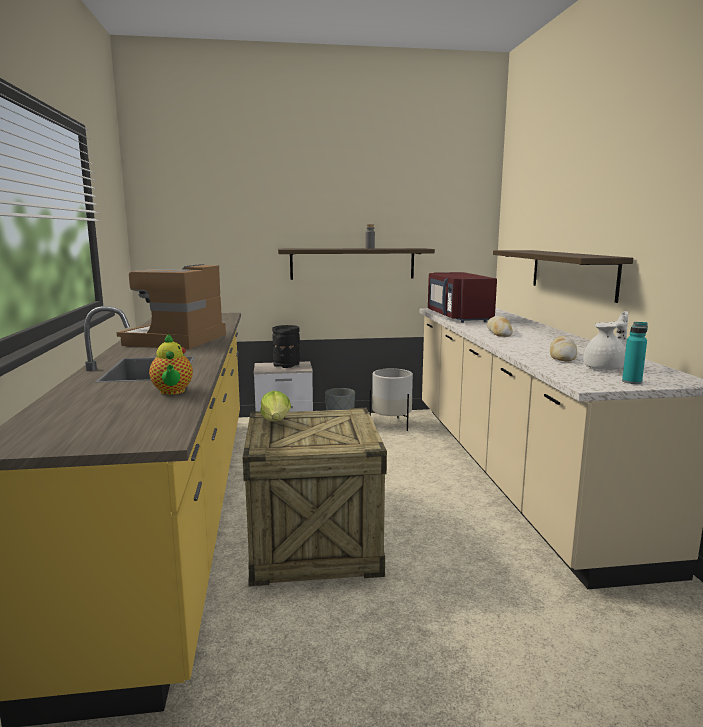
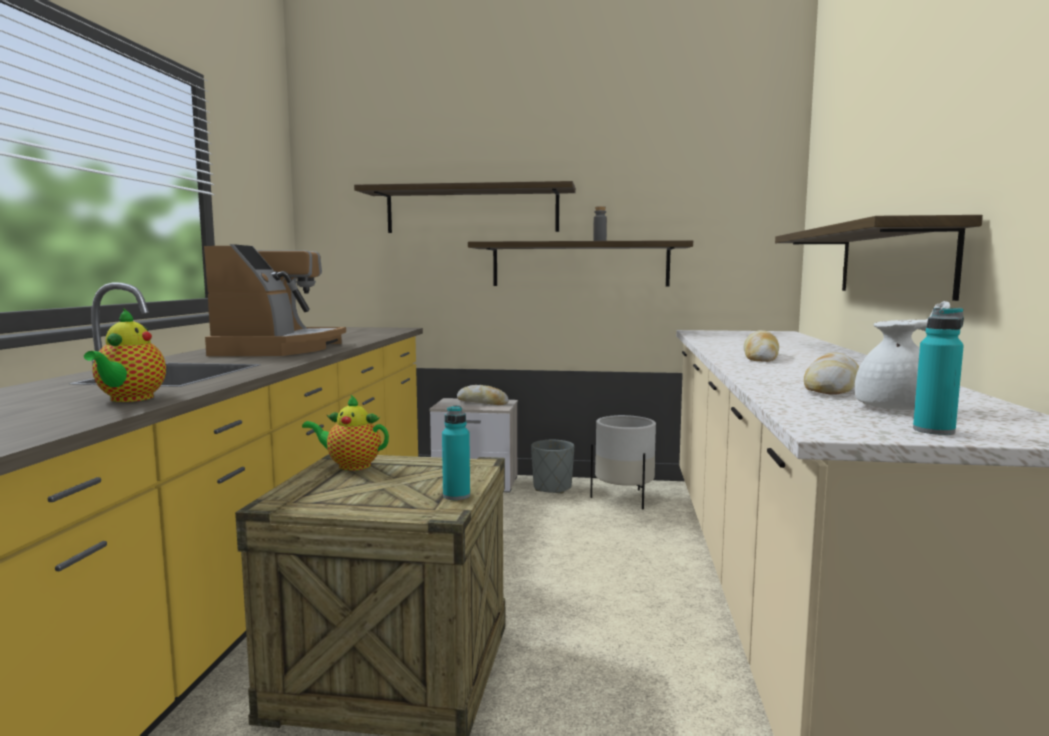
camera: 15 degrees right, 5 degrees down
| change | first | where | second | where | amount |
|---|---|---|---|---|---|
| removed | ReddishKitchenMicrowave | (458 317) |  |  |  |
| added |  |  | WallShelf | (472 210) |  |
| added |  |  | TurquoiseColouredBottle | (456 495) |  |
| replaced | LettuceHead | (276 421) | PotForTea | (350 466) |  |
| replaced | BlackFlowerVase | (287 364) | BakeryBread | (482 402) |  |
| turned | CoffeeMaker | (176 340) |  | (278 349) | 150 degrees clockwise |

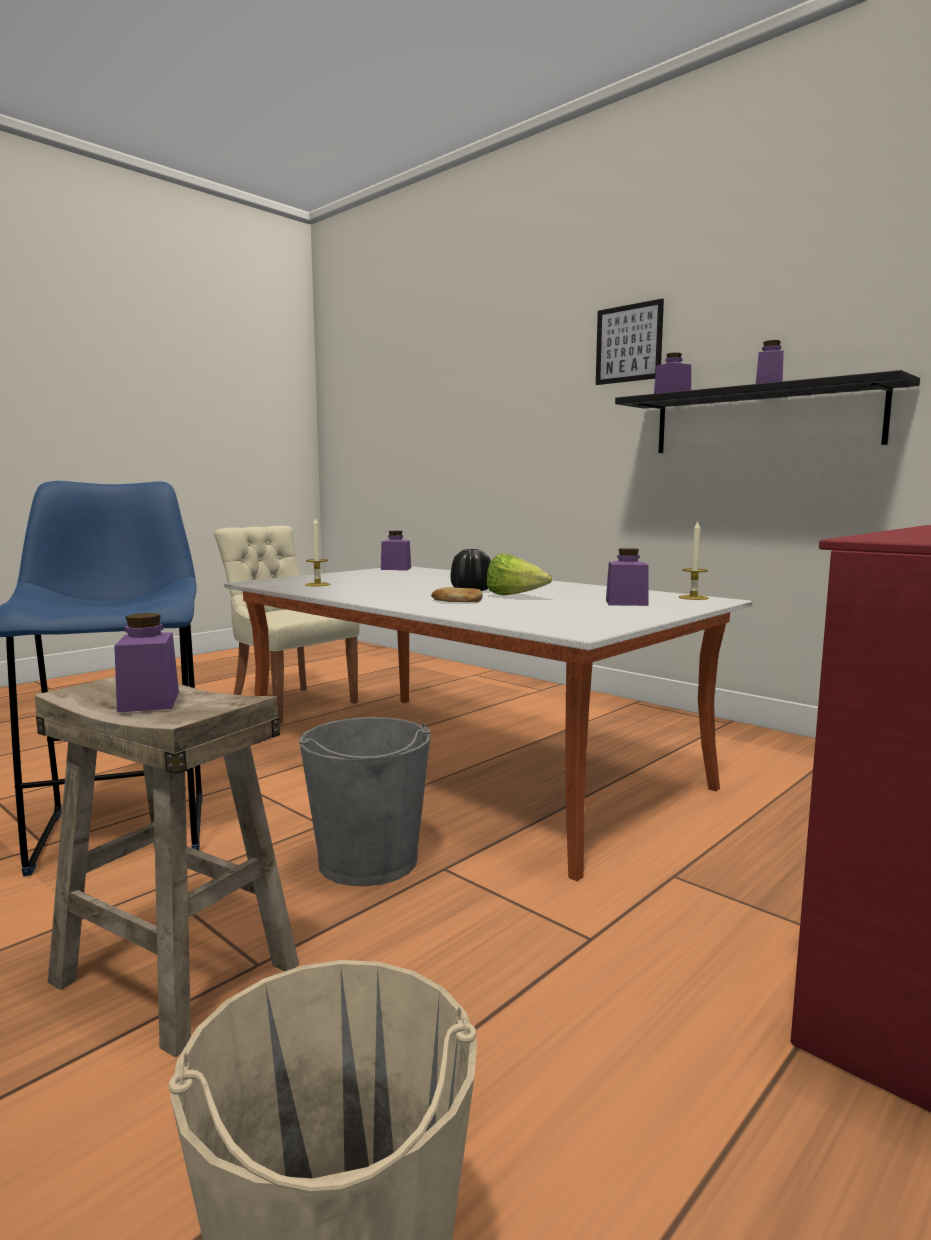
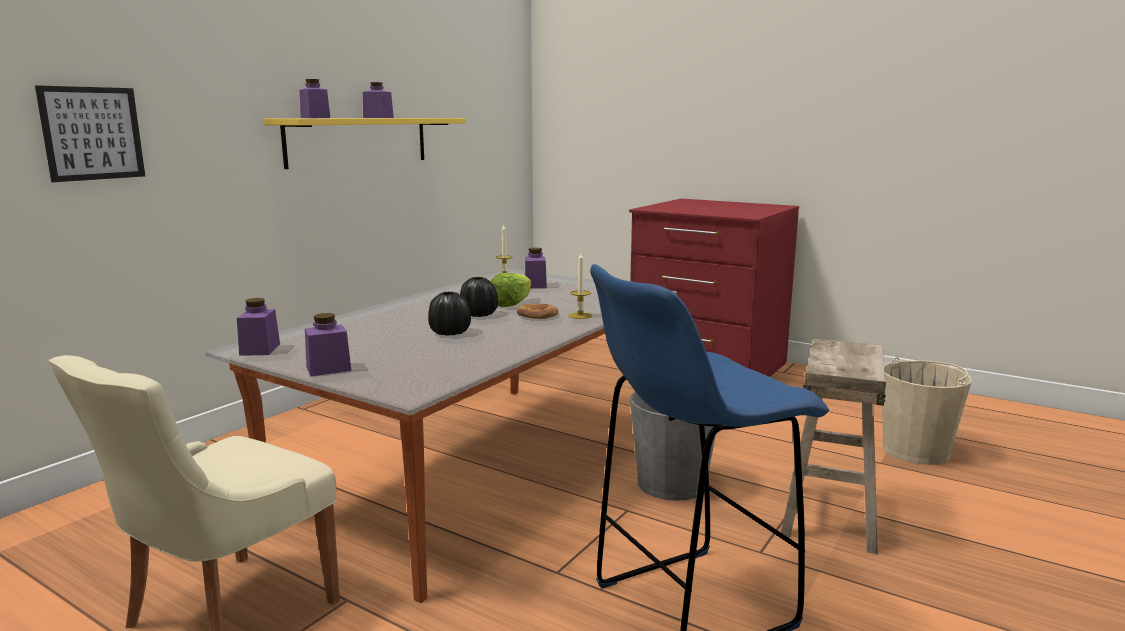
camera: 100 degrees left, 5 degrees up
| change | first | where | second | where | amount |
|---|---|---|---|---|---|
| added |  |  | BlackFlowerVase | (449 332) |  |
| moved | PurplishJar | (149 701) |  | (328 369) |  |
| moved | WaxCandle | (317 584) |  | (580 316) |  |
| moved | WallPicture | (629 343) |  | (92 133) |  |
| recoloured | BlackWallShelf | (763 420) | YellowColouredWallShelf | (359 141) |  |

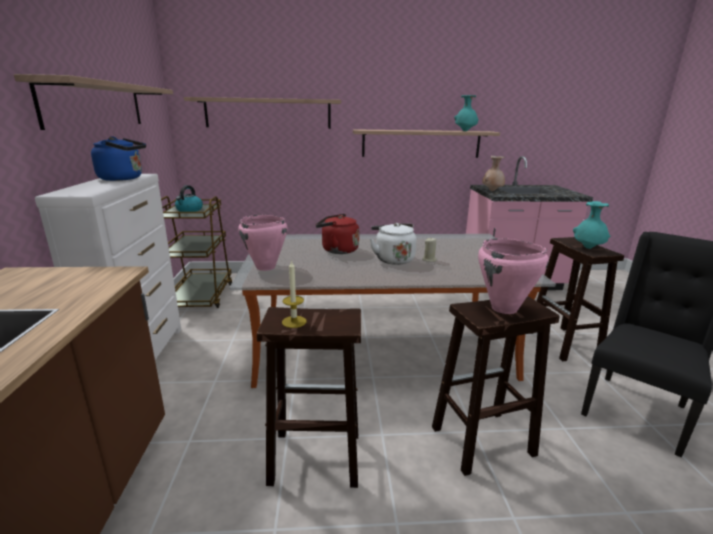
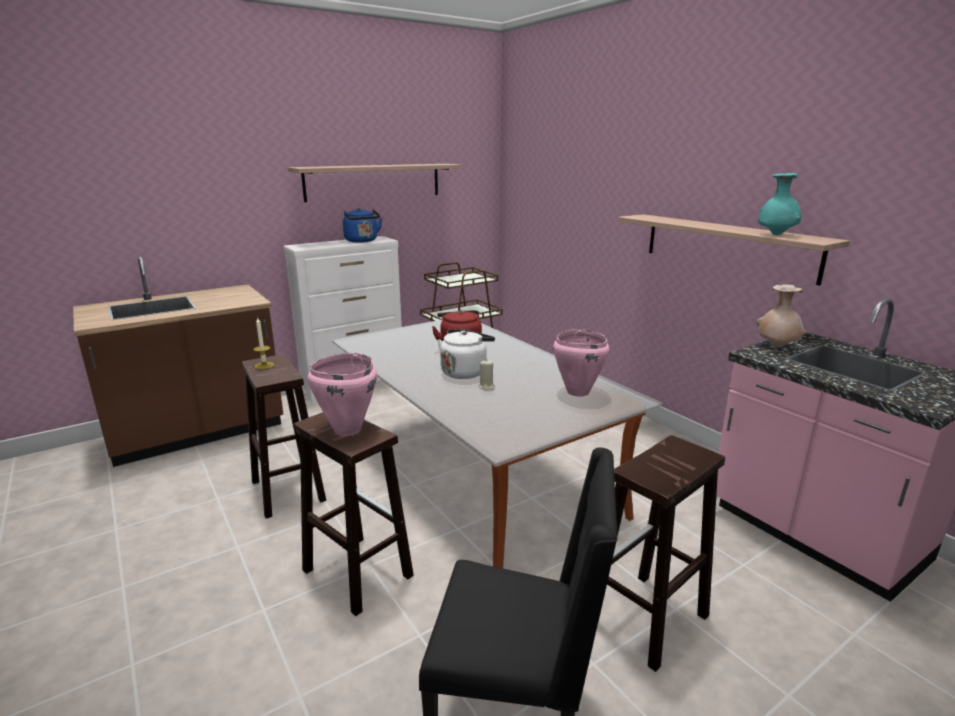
camera: 60 degrees right, 0 degrees up
| change | first | where | second | where | amount |
|---|---|---|---|---|---|
| removed | WaterKettle | (189 210) |  |  |  |
| removed | WallShelf | (268 113) |  |  |  |
| removed | TurquoiseColouredFlowerVase | (588 248) |  |  |  |
| moved | PinkStockpot | (265 267) |  | (577 392) |  |

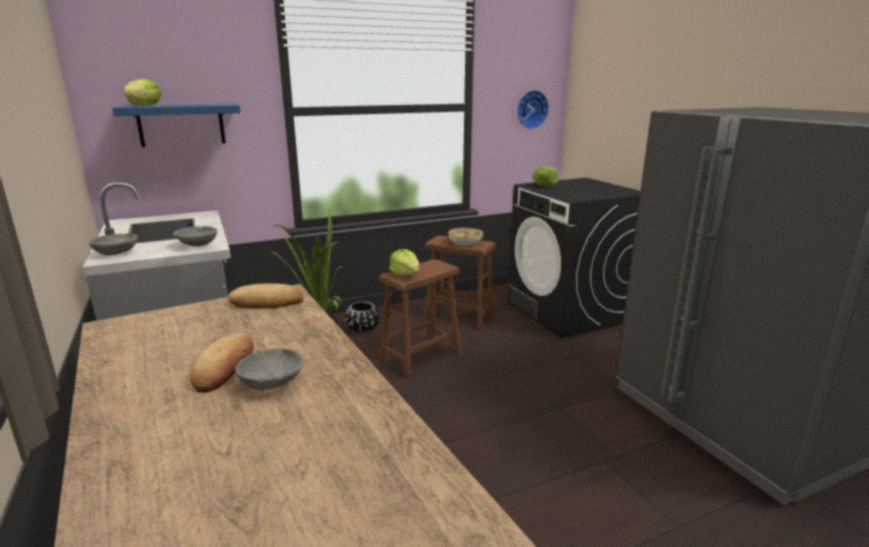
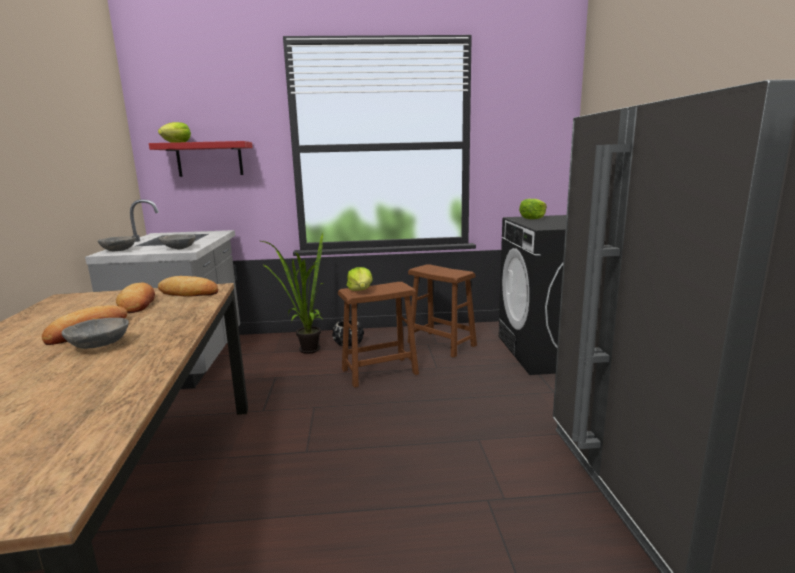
camera: 20 degrees right, 5 degrees down
| change | first | where | second | where | amount |
|---|---|---|---|---|---|
| removed | Bowl | (465 242) |  |  |  |
| removed | WallClock | (531 109) |  |  |  |
| added |  |  | BakeryBread | (138 303) |  |
| recoloured | BlueColouredWallShelf | (181 125) | ReddishWallShelf | (209 159) |  |

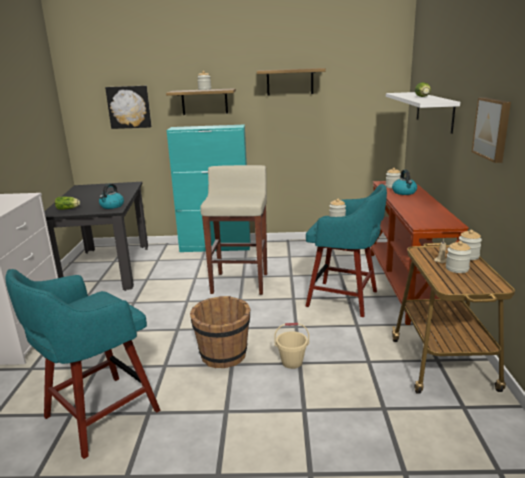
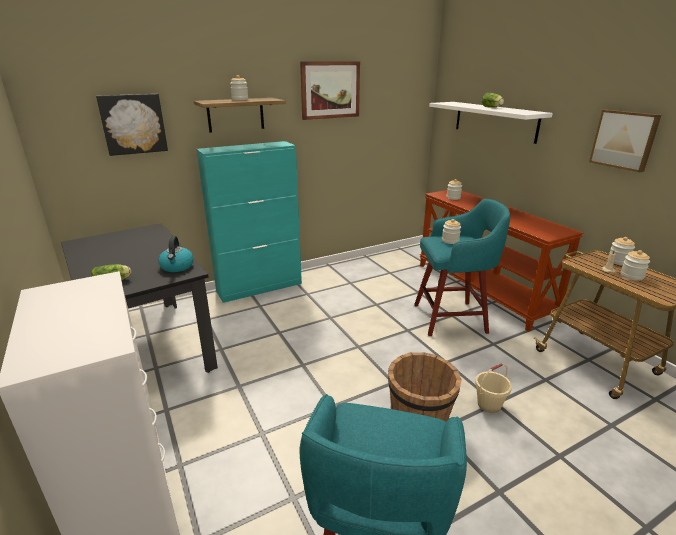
camera: 30 degrees left, 5 degrees up
| change | first | where | second | where | amount |
|---|---|---|---|---|---|
| removed | BeigeColouredStool | (240 283) |  |  |  |
| removed | WaterKettle | (404 192) |  |  |  |
| replaced | WallShelf | (290 82) | WallPicture | (330 90) |  |

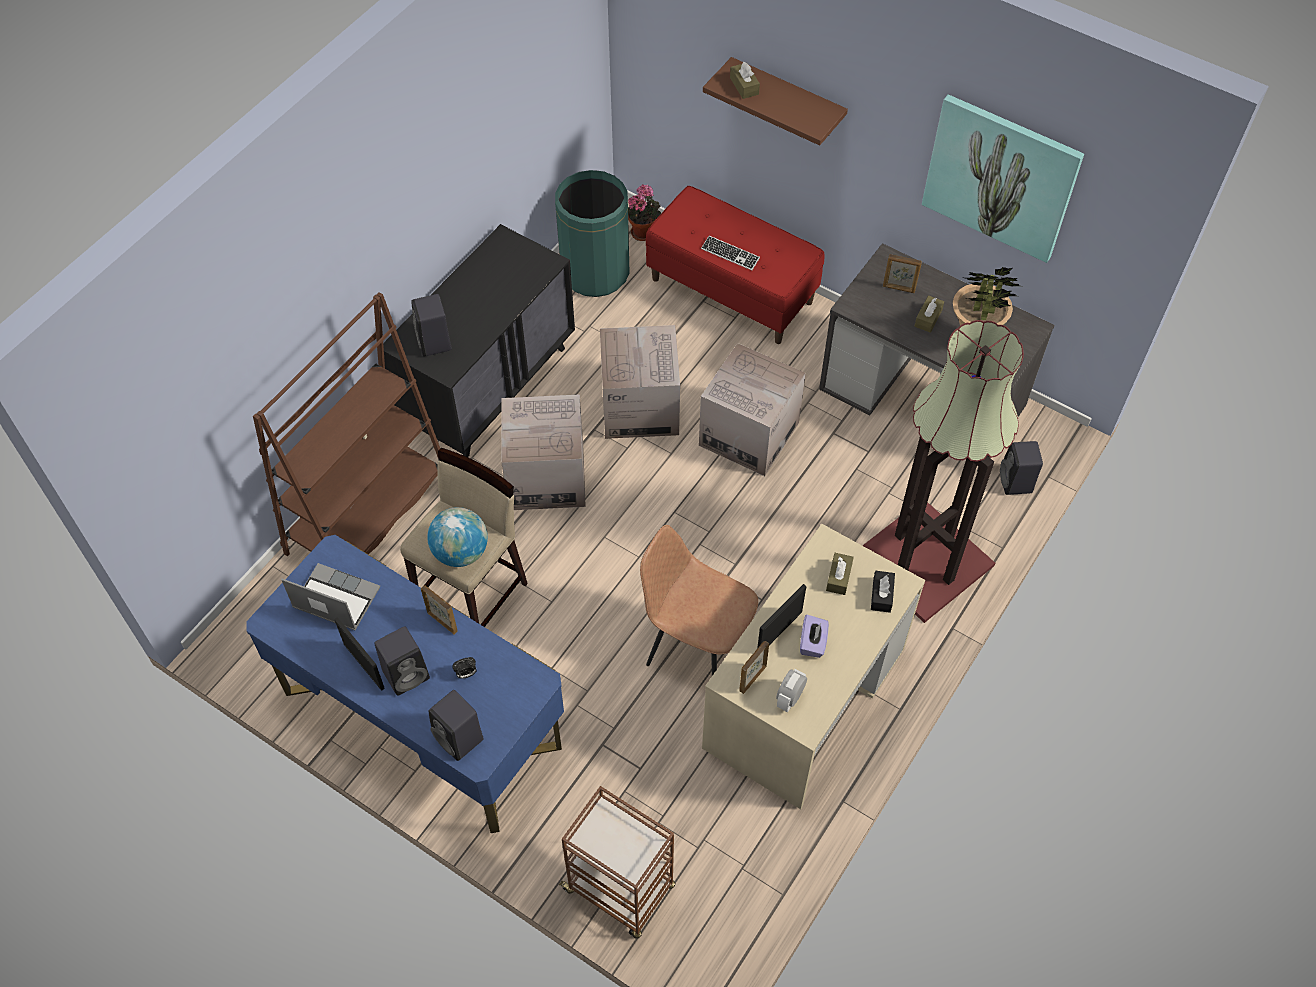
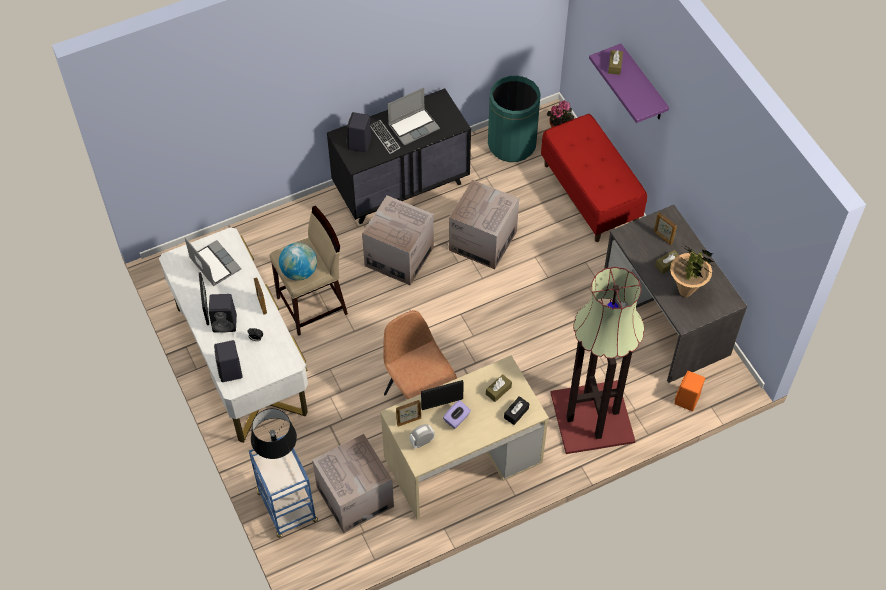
camera: 30 degrees right, 0 degrees up
| change | first | where | second | where | amount |
|---|---|---|---|---|---|
| removed | BrownShelvingUnit | (369 515) |  |  |  |
| removed | WallPicture | (1001 177) |  |  |  |
| added |  |  | BlackTableLamp | (278 457) |  |
| added |  |  | NotebookComputer | (414 126) |  |
| moved | PackingBox | (749 434) |  | (355 497) |  |
| moved | ComputerKeyboard | (730 254) |  | (385 137) |  |
| recoloured | BlueColouredDeskUnit | (422 718) | WhiteColouredDeskUnit | (241 360) |  |
| recoloured | BrownCart | (620 889) | BlueColouredCart | (287 508) |  |
| recoloured | BrownWallShelf | (787 98) | PurplishWallShelf | (643 84) |  |
| recoloured | BlackLoudspeaker | (1016 483) | OrangeyLoudspeaker | (687 400) |  |

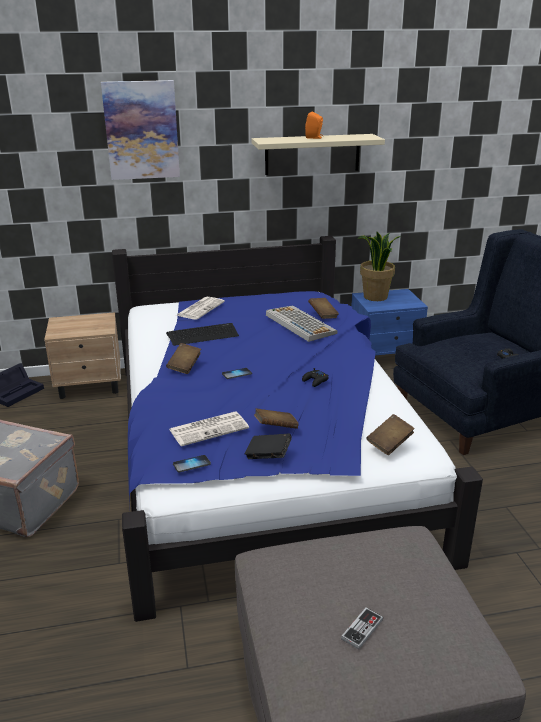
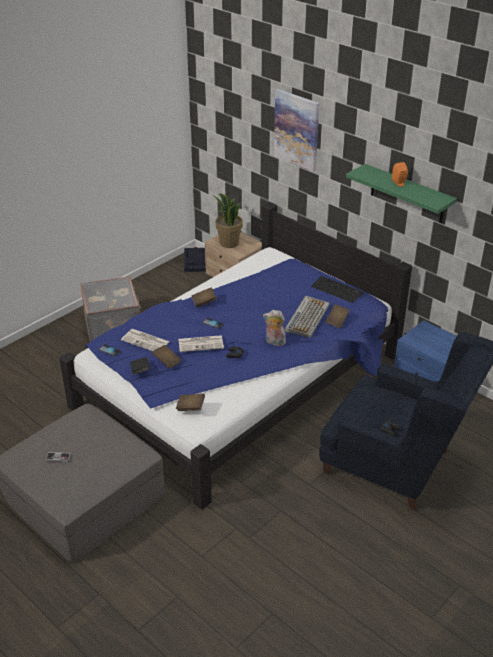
camera: 55 degrees right, 10 degrees up
| change | first | where | second | where | amount |
|---|---|---|---|---|---|
| added |  |  | SoftToy | (274 342) |  |
| moved | ComputerKeyboard | (203 335) |  | (337 290) |  |
| moved | DailyPaper | (200 308) |  | (201 343) |  |
| moved | PottedPlant | (375 297) |  | (228 243) |  |
| recoloured | BeigeColouredWallShelf | (312 154) | GreenWallShelf | (407 194) |  |

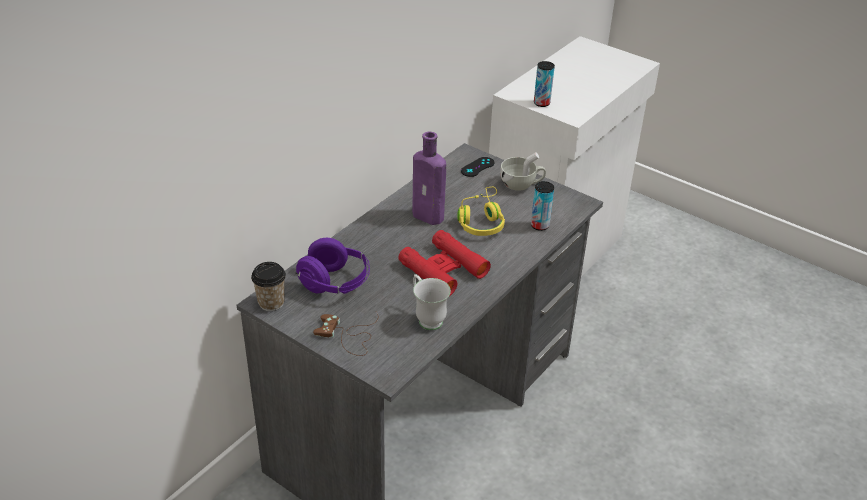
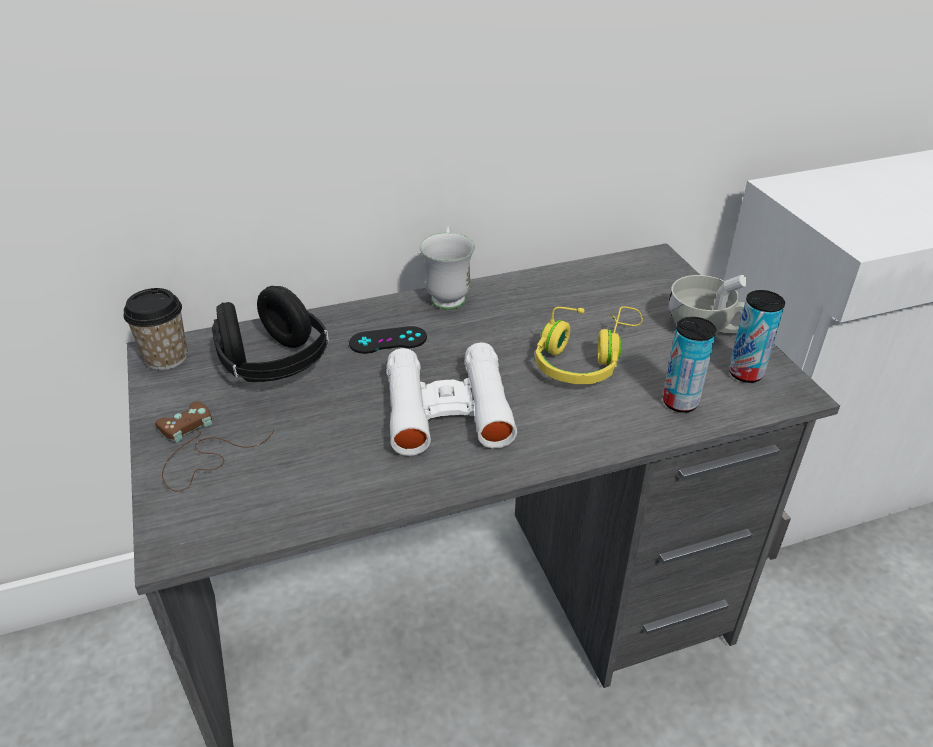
camera: 35 degrees right, 0 degrees up
| change | first | where | second | where | amount |
|---|---|---|---|---|---|
| removed | PurplishBottle | (430 217) |  |  |  |
| moved | WhiteColouredCoffeeMug | (427 318) |  | (448 294) |  |
| moved | BlackGameController | (477 167) |  | (388 340) |  |
| moved | Can | (541 103) |  | (745 373) |  |
| recoloured | PurplishHeadset | (335 283) | BlackHeadset | (274 365) |  |
| recoloured | ReddishFieldGlasses | (443 269) | WhiteColouredFieldGlasses | (447 409) |  |

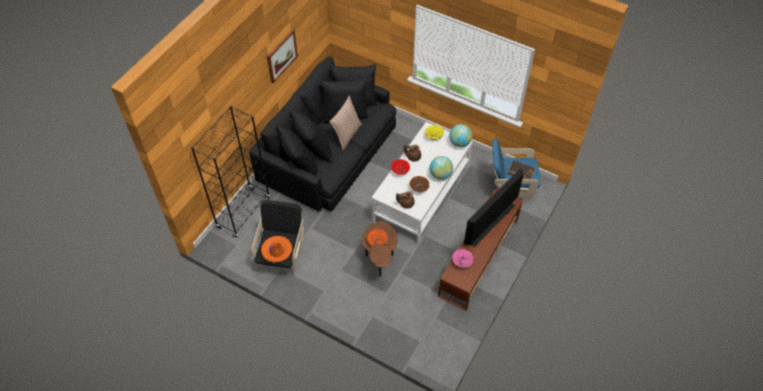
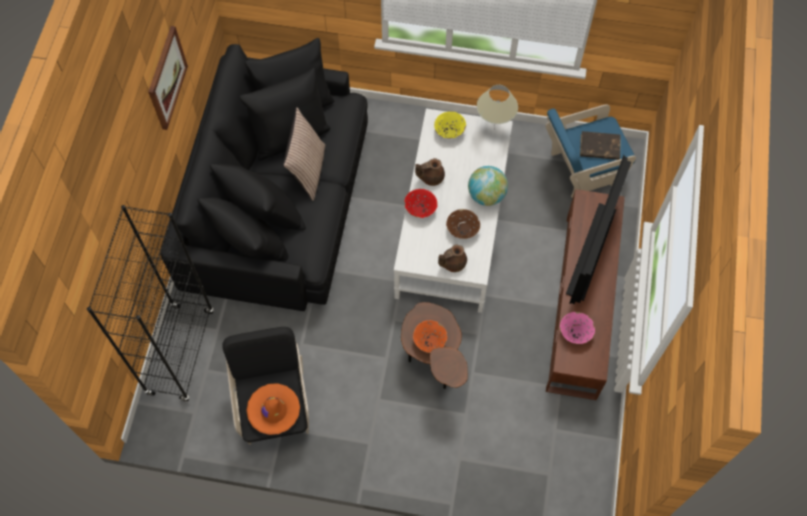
camera: 20 degrees left, 10 degrees up
| change | first | where | second | where | amount |
|---|---|---|---|---|---|
| replaced | Globe | (459 143) | BeigeColouredTableLamp | (493 129) |  |

